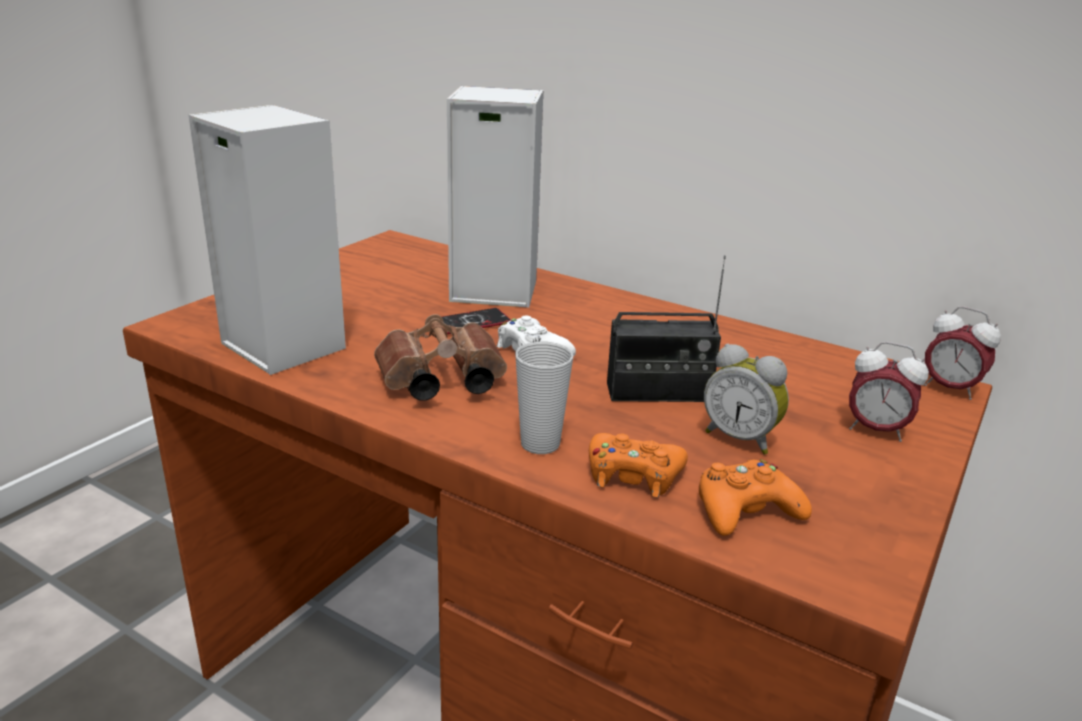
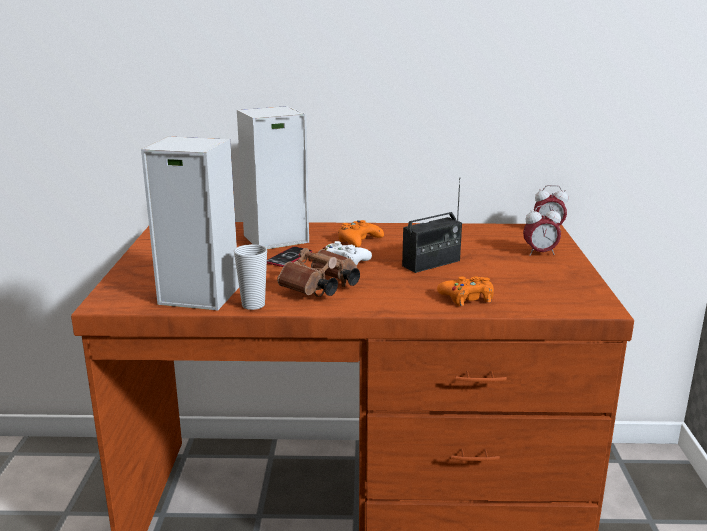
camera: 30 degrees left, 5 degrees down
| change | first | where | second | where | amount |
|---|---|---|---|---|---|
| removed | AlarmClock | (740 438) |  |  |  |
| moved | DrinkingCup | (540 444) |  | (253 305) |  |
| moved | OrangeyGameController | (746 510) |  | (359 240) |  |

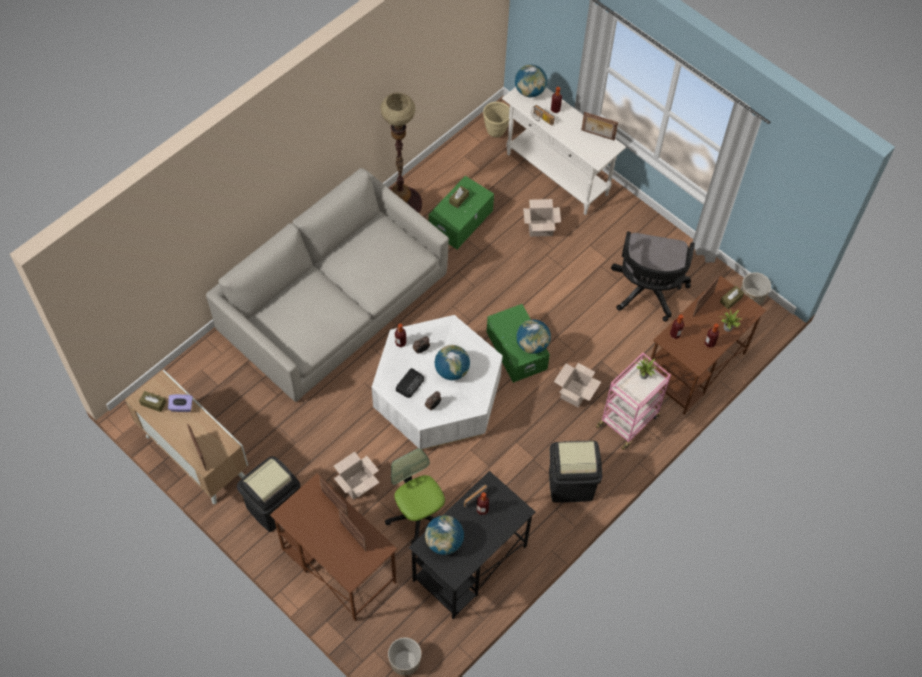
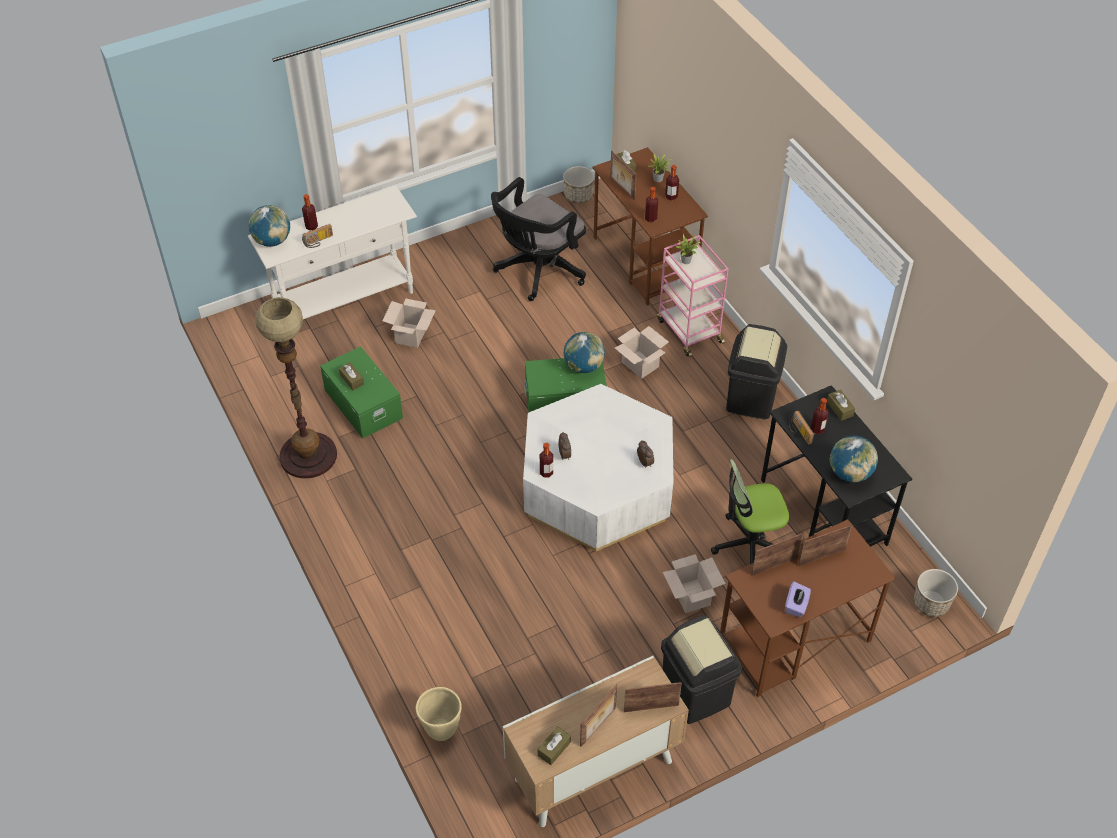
camera: 70 degrees left, 10 degrees down
| change | first | where | second | where | amount |
|---|---|---|---|---|---|
| removed | GreySettee | (333 301) |  |  |  |
| removed | Radio | (410 383) |  |  |  |
| removed | Globe | (452 371) |  |  |  |
| added |  |  | BrownTissueBox | (839 409) |  |
| moved | PurplishTissueBox | (181 407) |  | (796 605) |  |
| moved | BeigeColouredPlanter | (496 131) |  | (441 729) |  |
| moved | PictureFrame | (597 135) |  | (598 727) |  |
| turned | BlackDeskChair | (647 292) |  | (537 271) | 105 degrees clockwise |

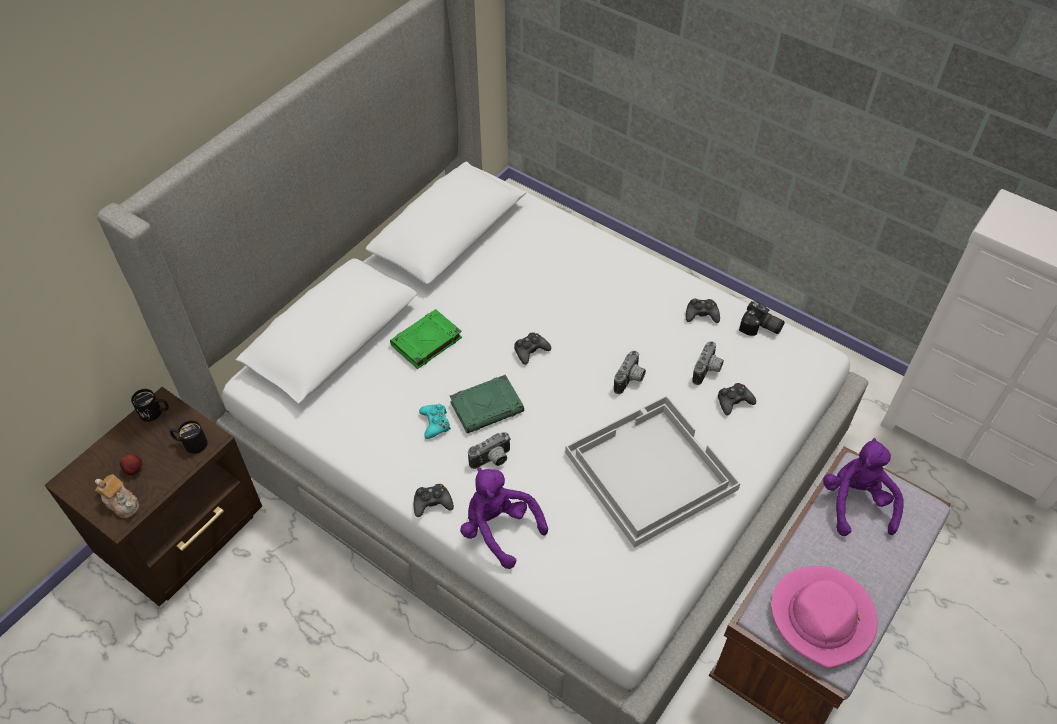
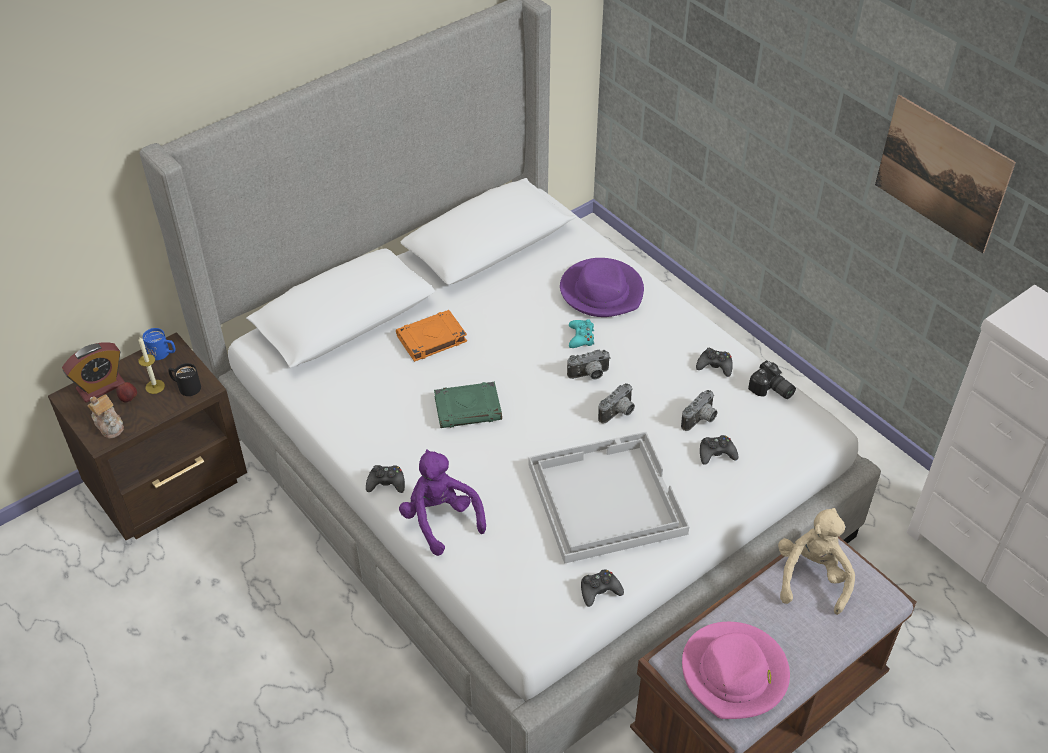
camera: 15 degrees right, 5 degrees down
| change | first | where | second | where | amount |
|---|---|---|---|---|---|
| added |  |  | AlarmClock | (101 387) |  |
| added |  |  | WaxCandle | (155 386) |  |
| added |  |  | PurplishWearableHat | (602 291) |  |
| added |  |  | WallPicture | (942 173) |  |
| moved | TurquoiseColouredGameController | (435 423) |  | (581 337) |  |
| moved | StillCamera | (492 460) |  | (589 375) |  |
| moved | BlackGameController | (530 351) |  | (599 590) |  |
| recoloured | BlackCoffeeMug | (155 412) | BlueColouredCoffeeMug | (163 353) |  |
| recoloured | GreenBook | (426 342) | OrangeyBook | (431 339) |  |
| recoloured | PurplishSoftToy | (856 503) | BeigeColouredSoftToy | (812 577) |  |

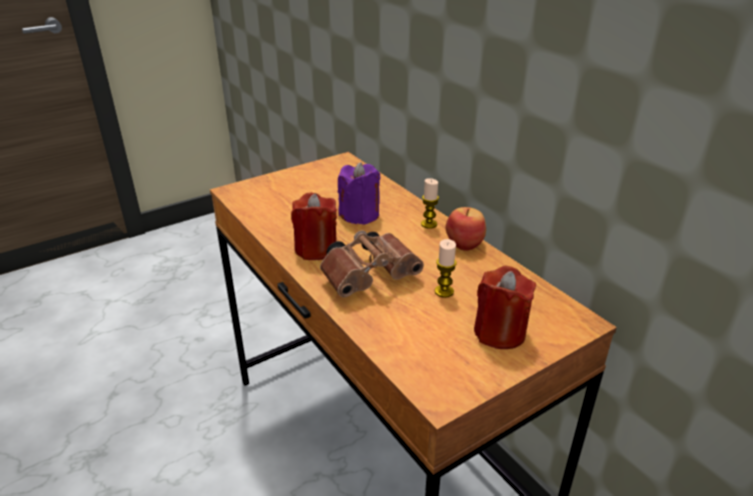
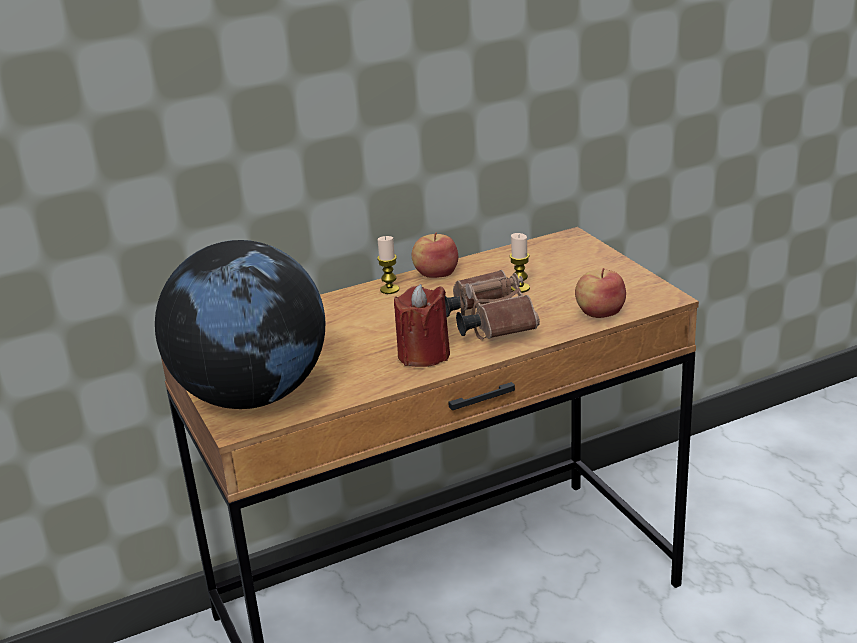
camera: 80 degrees left, 5 degrees down
| change | first | where | second | where | amount |
|---|---|---|---|---|---|
| removed | PurplishWaxCandle | (359 215) |  |  |  |
| removed | ReddishWaxCandle | (499 332) |  |  |  |
| added |  |  | Globe | (253 396) |  |
| added |  |  | WholeApple | (600 312) |  |

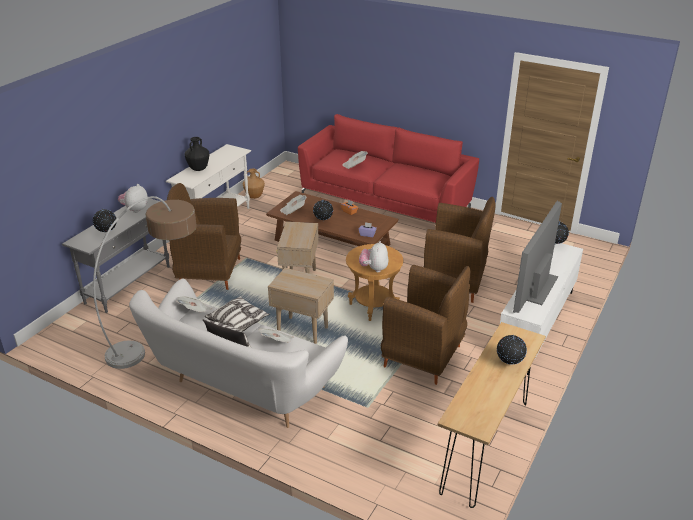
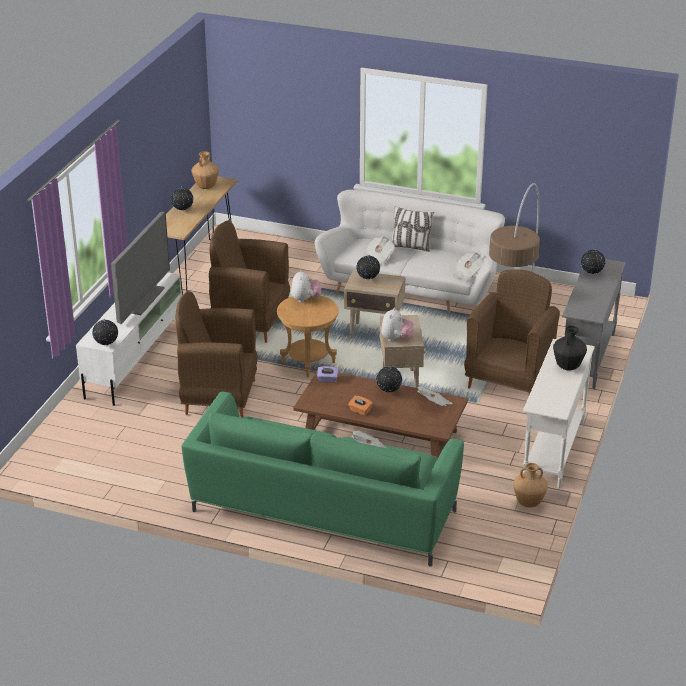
camera: 170 degrees right, 0 degrees up
| change | first | where | second | where | amount |
|---|---|---|---|---|---|
| removed | Pillow | (238 322) |  |  |  |
| added |  |  | BrownFlowerVase | (206 187) |  |
| added |  |  | Globe | (368 280) |  |
| moved | SoftToy | (135 209) |  | (396 339) |  |
| recoloured | ReddishSettee | (385 203) | GreenSettee | (323 512) |  |
| turned | BrownEasyChair | (209 272) |  | (509 380) | 60 degrees counterclockwise |

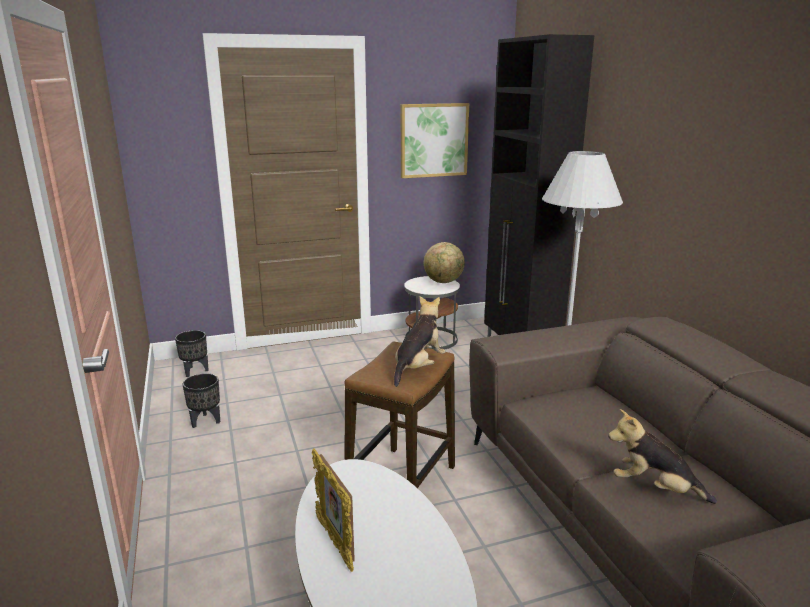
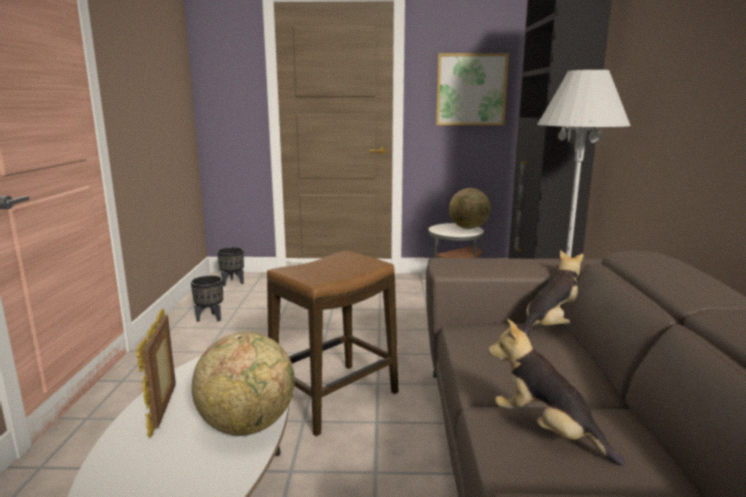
camera: 20 degrees right, 5 degrees down
| change | first | where | second | where | amount |
|---|---|---|---|---|---|
| added |  |  | Globe | (248 425) |  |
| moved | SoftToy | (418 367) |  | (551 326) |  |

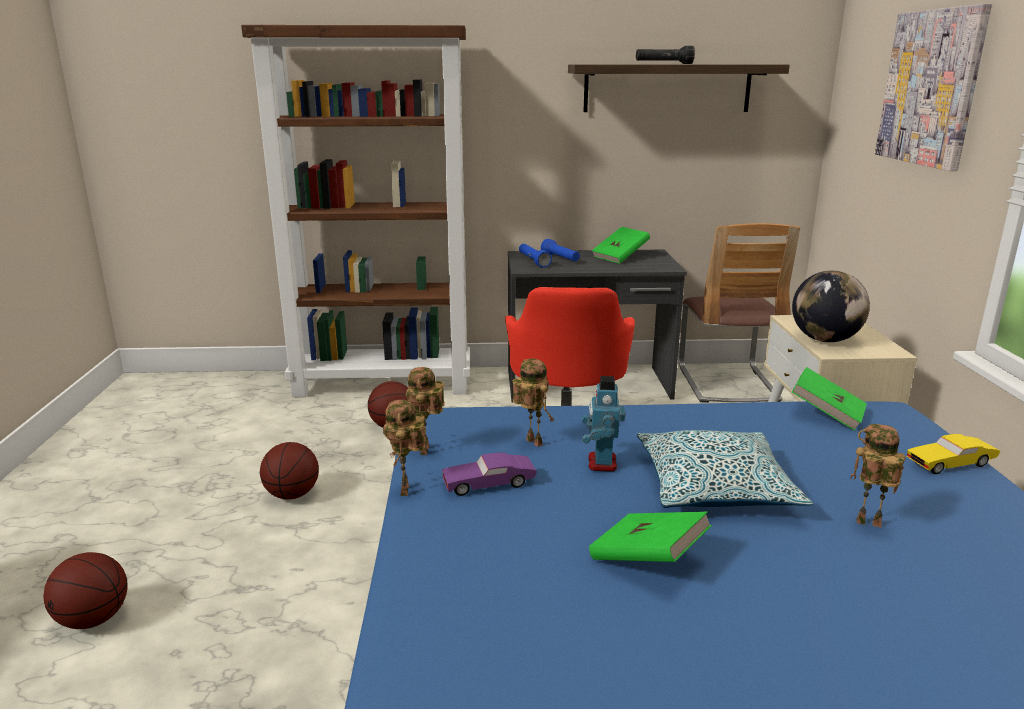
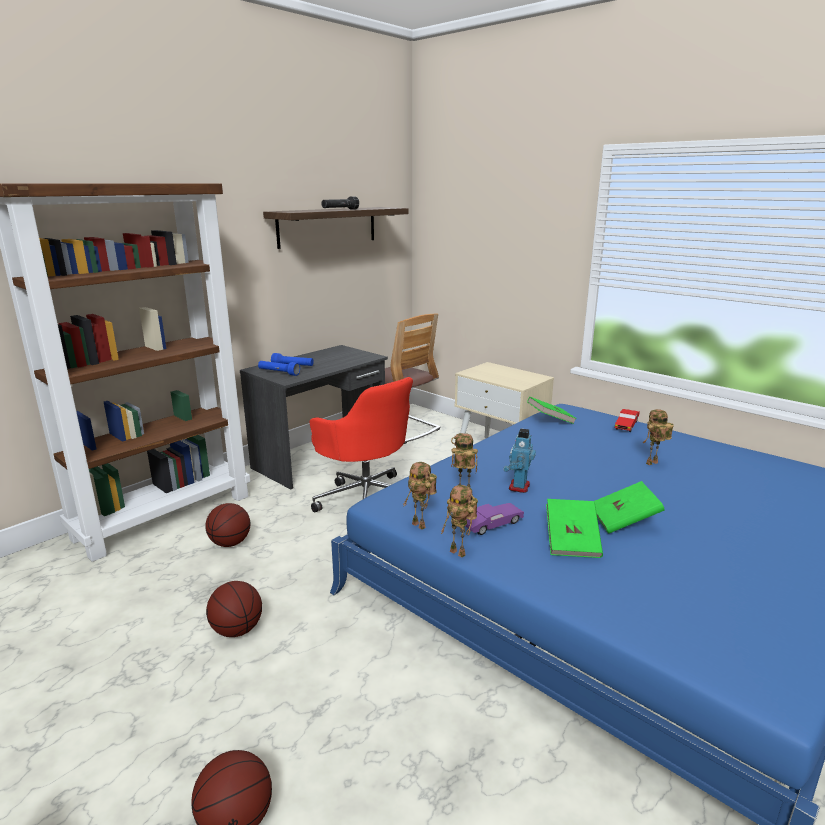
camera: 45 degrees left, 0 degrees up
| change | first | where | second | where | amount |
|---|---|---|---|---|---|
| removed | Pillow | (715 487) |  |  |  |
| removed | Globe | (825 340) |  |  |  |
| removed | WallPicture | (930 88) |  |  |  |
| moved | GreenBook | (620 257) |  | (572 542) |  |
| recoloured | YellowColouredToyCar | (950 464) | ReddishToyCar | (626 425) |  |
| turned | PurplishToyCar | (489 484) |  | (491 525) | 150 degrees counterclockwise |
| turned | ToyRobot | (601 463) |  | (518 487) | 60 degrees clockwise |

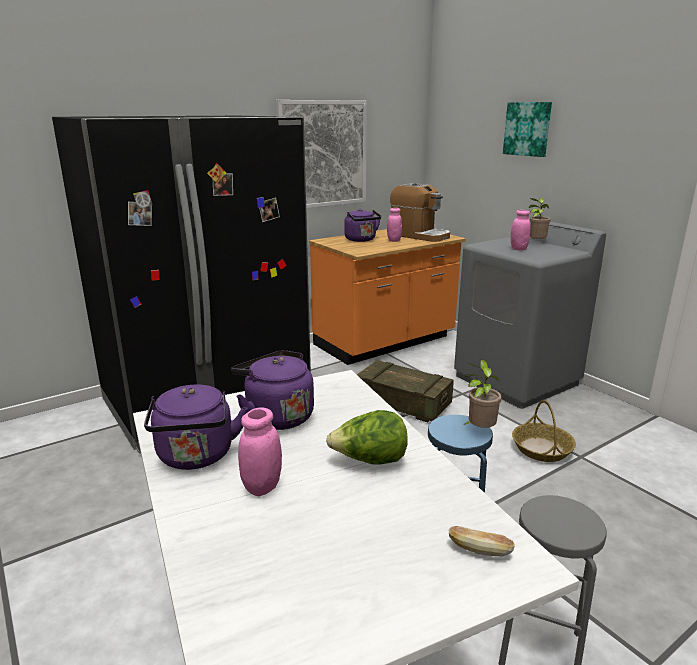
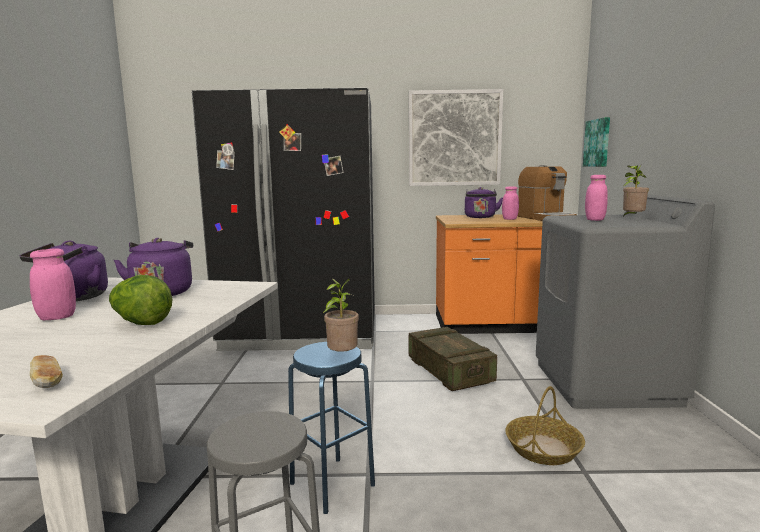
camera: 35 degrees right, 10 degrees down
| change | first | where | second | where | amount |
|---|---|---|---|---|---|
| moved | WallPicture | (528 129) |  | (598 143) |  |

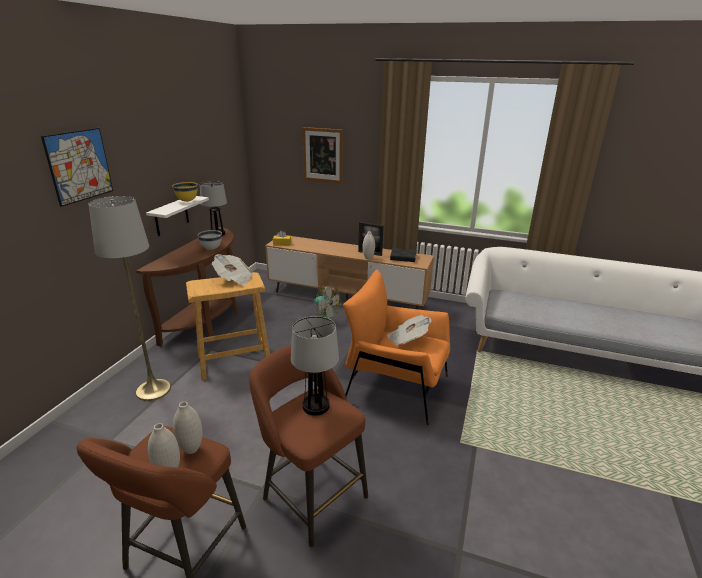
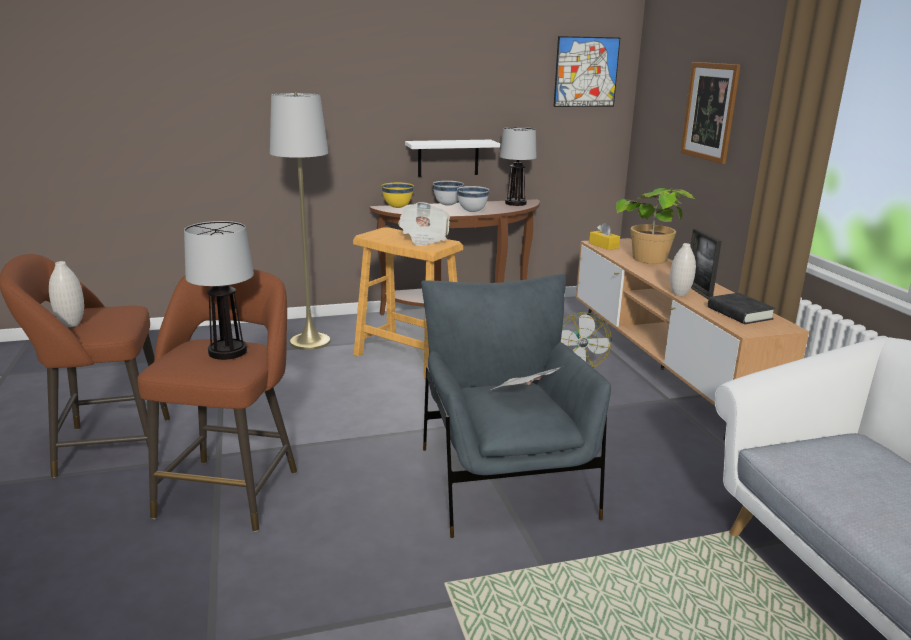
camera: 55 degrees right, 5 degrees down
| change | first | where | second | where | amount |
|---|---|---|---|---|---|
| removed | WhiteColouredFlowerVase | (191 449) |  |  |  |
| added |  |  | WhiteColouredBowl | (448 205) |  |
| added |  |  | PottedPlant | (651 264) |  |
| moved | WallPicture | (79 166) |  | (586 72) |  |
| moved | YellowColouredBowl | (187 201) |  | (397 207) |  |
| recoloured | OrangeyEasyChair | (396 387) | GreyEasyChair | (505 480) |  |

